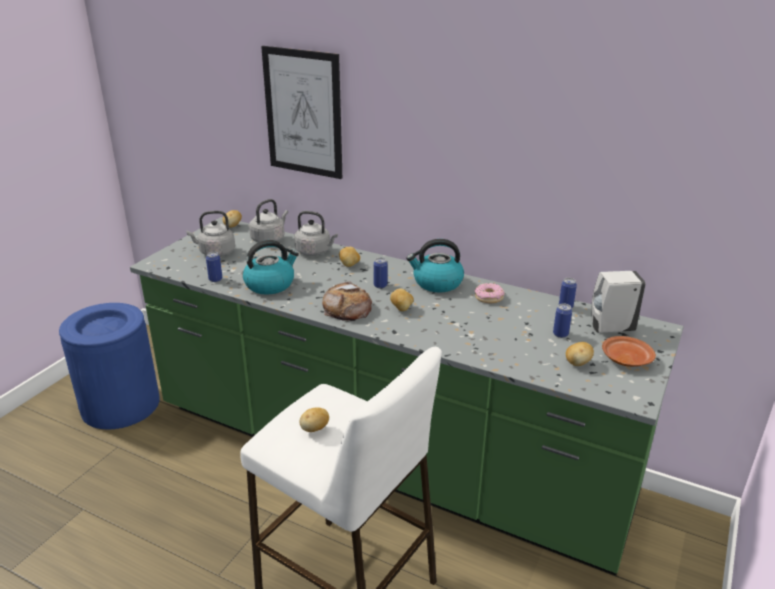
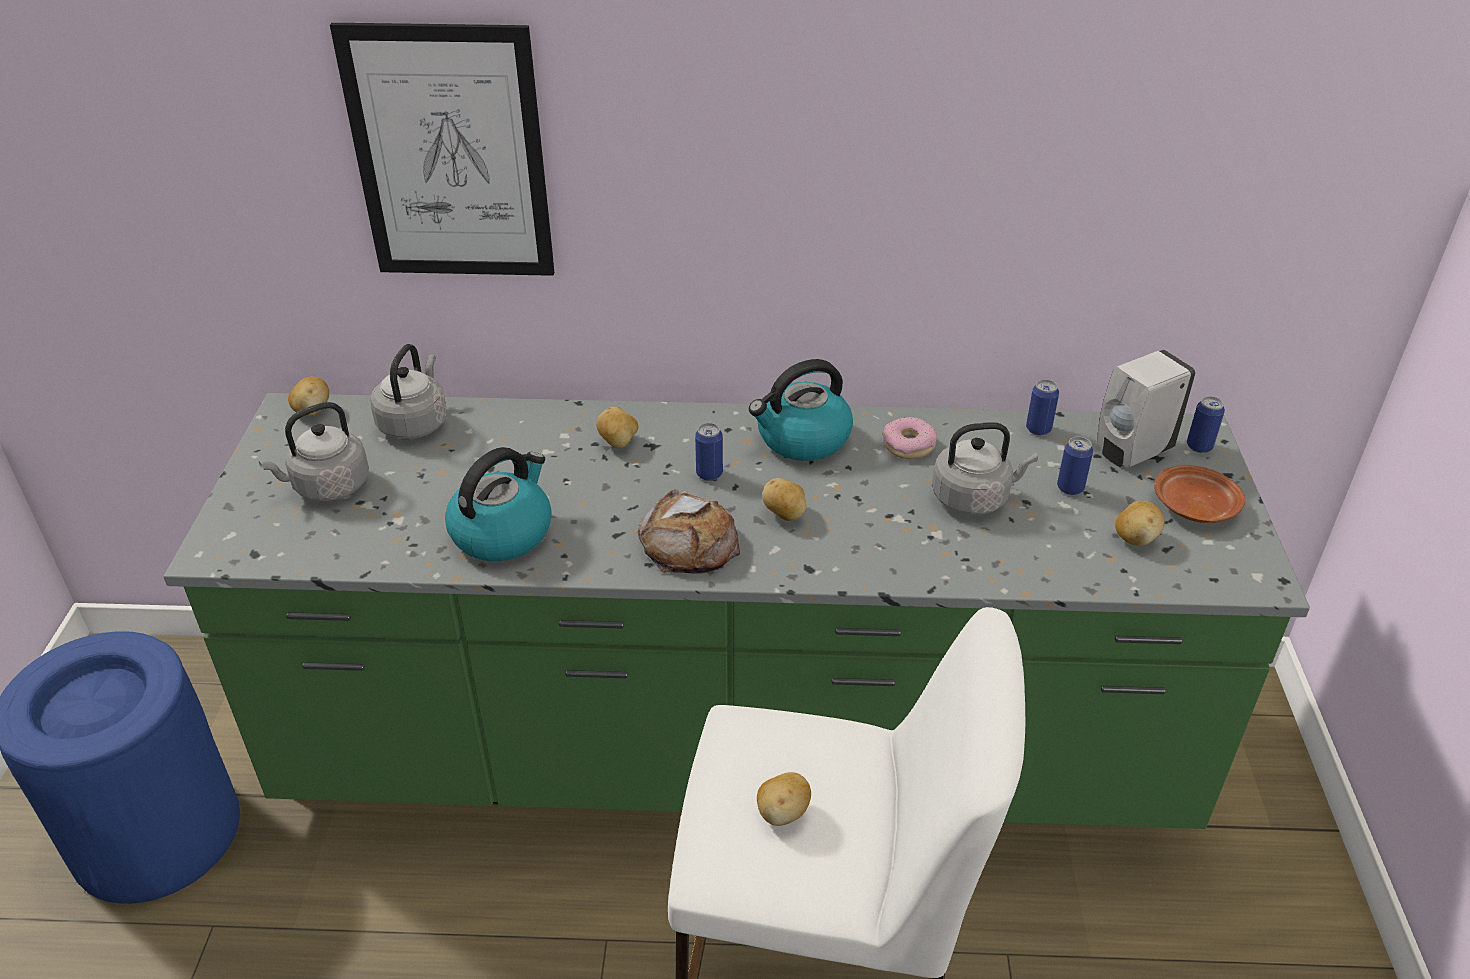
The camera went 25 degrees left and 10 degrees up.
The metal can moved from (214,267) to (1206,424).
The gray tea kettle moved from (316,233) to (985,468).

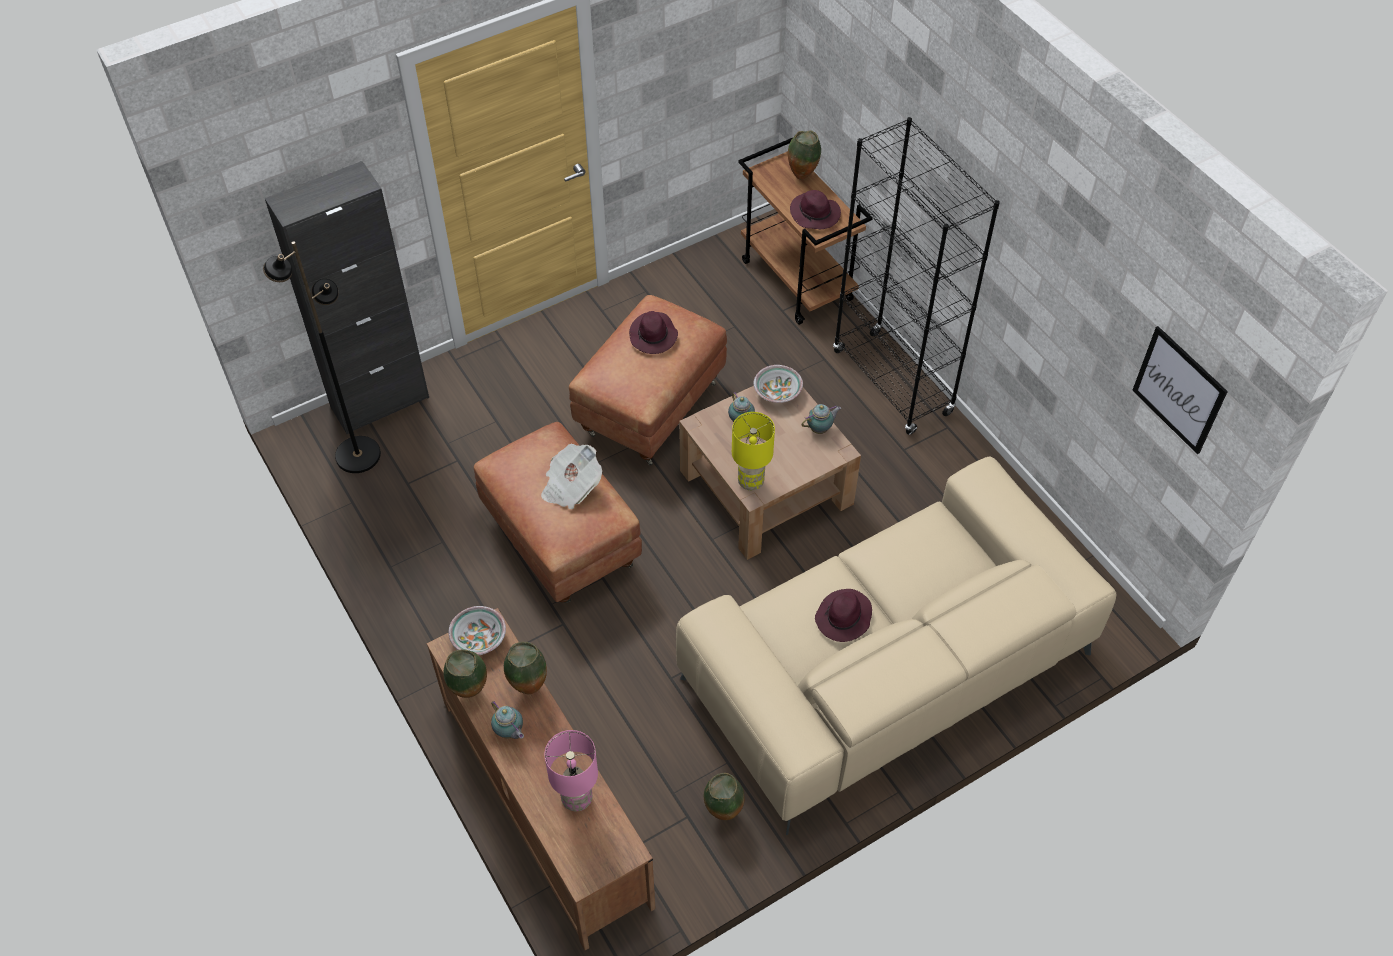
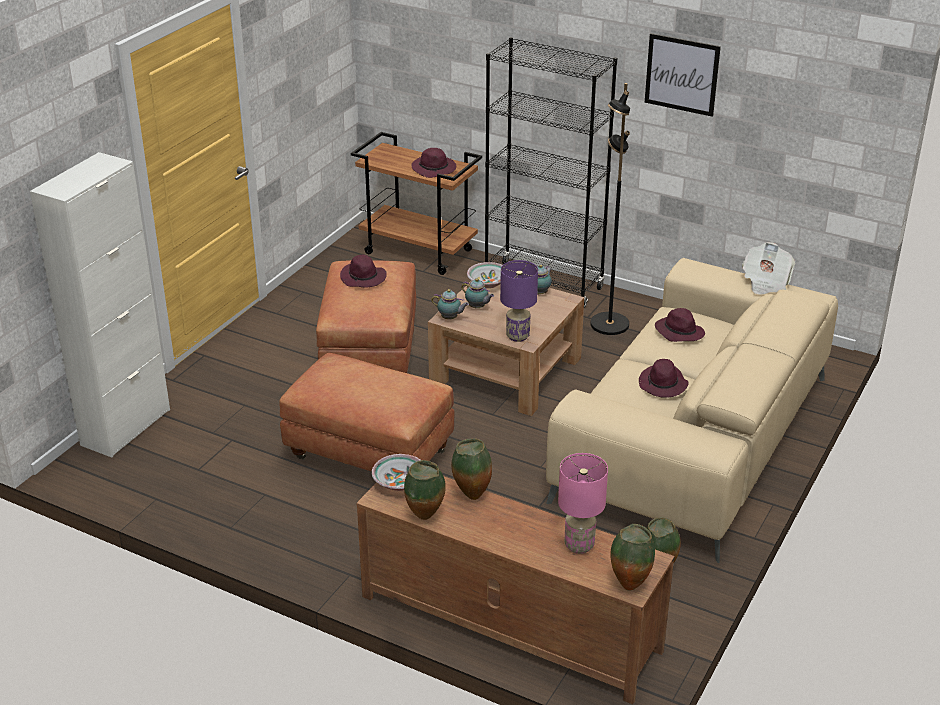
The camera went 30 degrees left and 20 degrees down.
The purplish hat at (680,325) appeared.
The black-coloured standing lamp moved from (322,357) to (610,209).
The teapot moved from (507,720) to (450,304).
The newspaper moved from (571,476) to (768,268).
The vase moved from (804,155) to (632,557).
The wall art moved from (1180,390) to (683,75).
The black-coloured cupboard at (347,297) became the whitish cupboard at (100,305).
The yellowish tabletop lamp at (753,451) became the purplish tabletop lamp at (519,301).

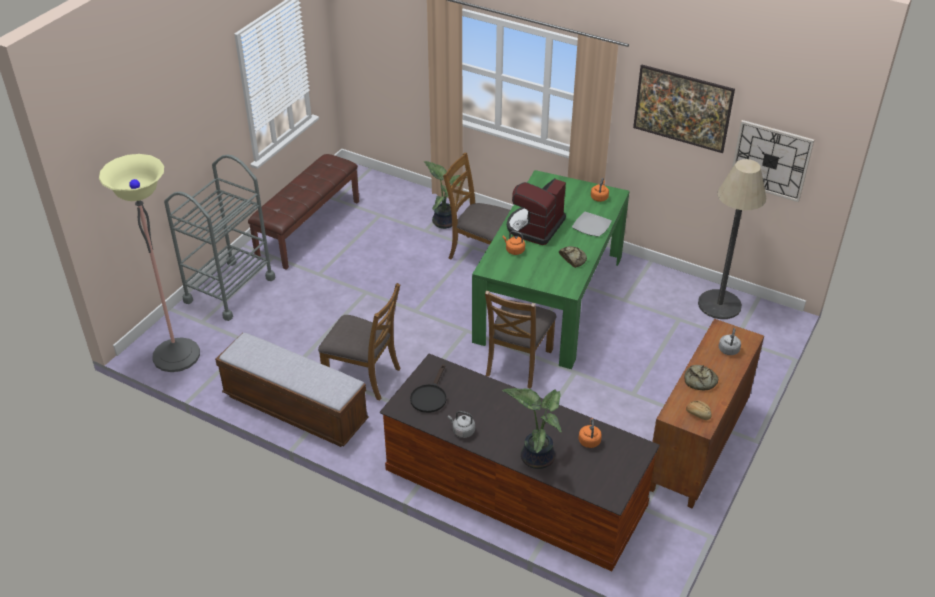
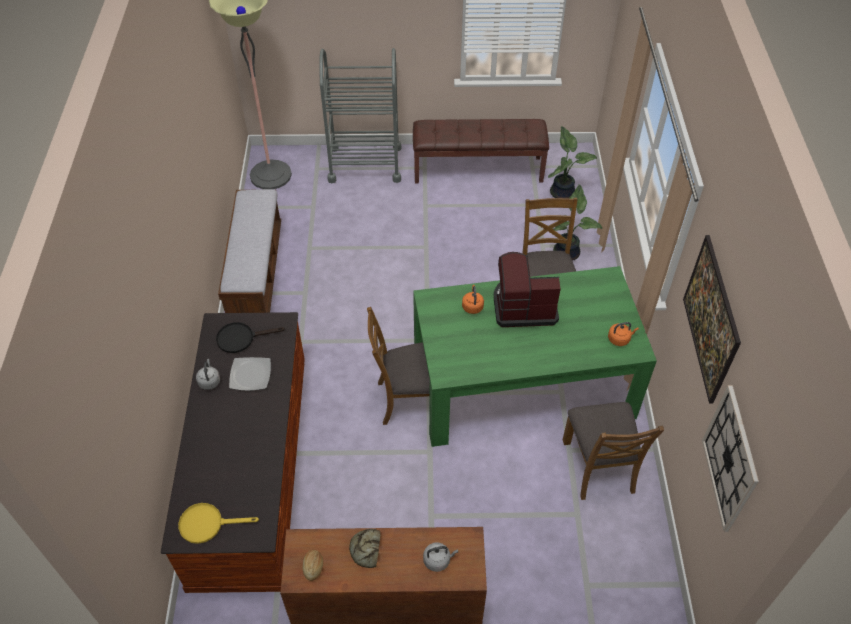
The camera went 60 degrees right and 10 degrees up.
The baked bread at (573,257) disappeared.
The orange tea kettle at (590,433) disappeared.
The standing lamp at (732,239) disappeared.
The yellowish skillet at (218,523) appeared.
The brownish chair moved from (359,341) to (613,451).
The houseplant moved from (532,428) to (572,162).
The plate moved from (592,224) to (250,374).

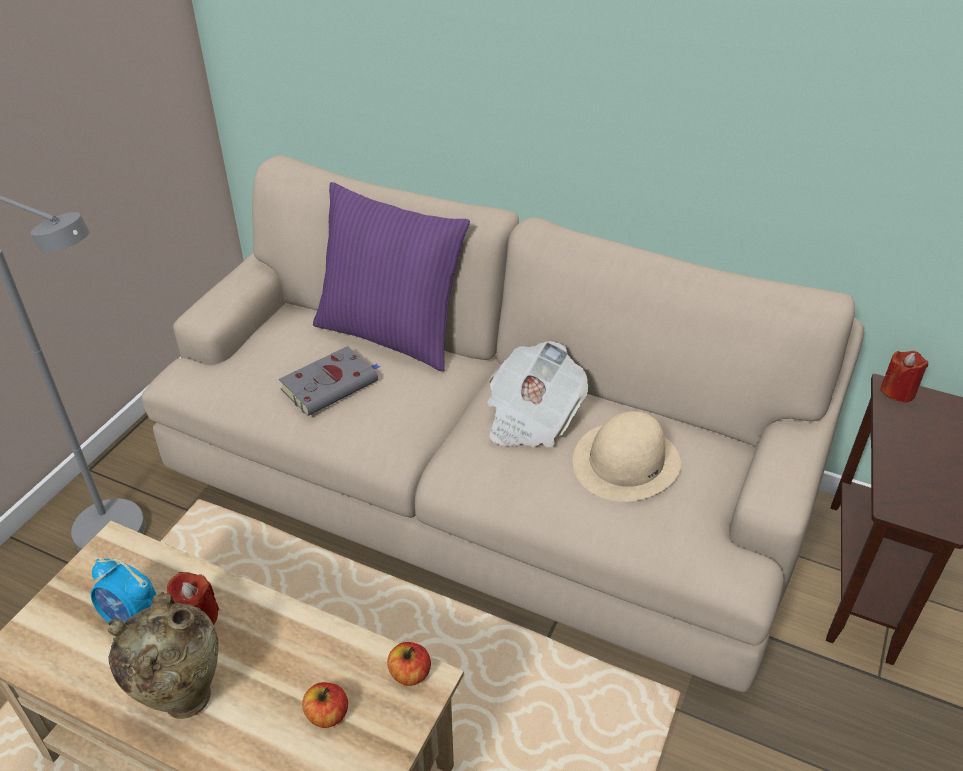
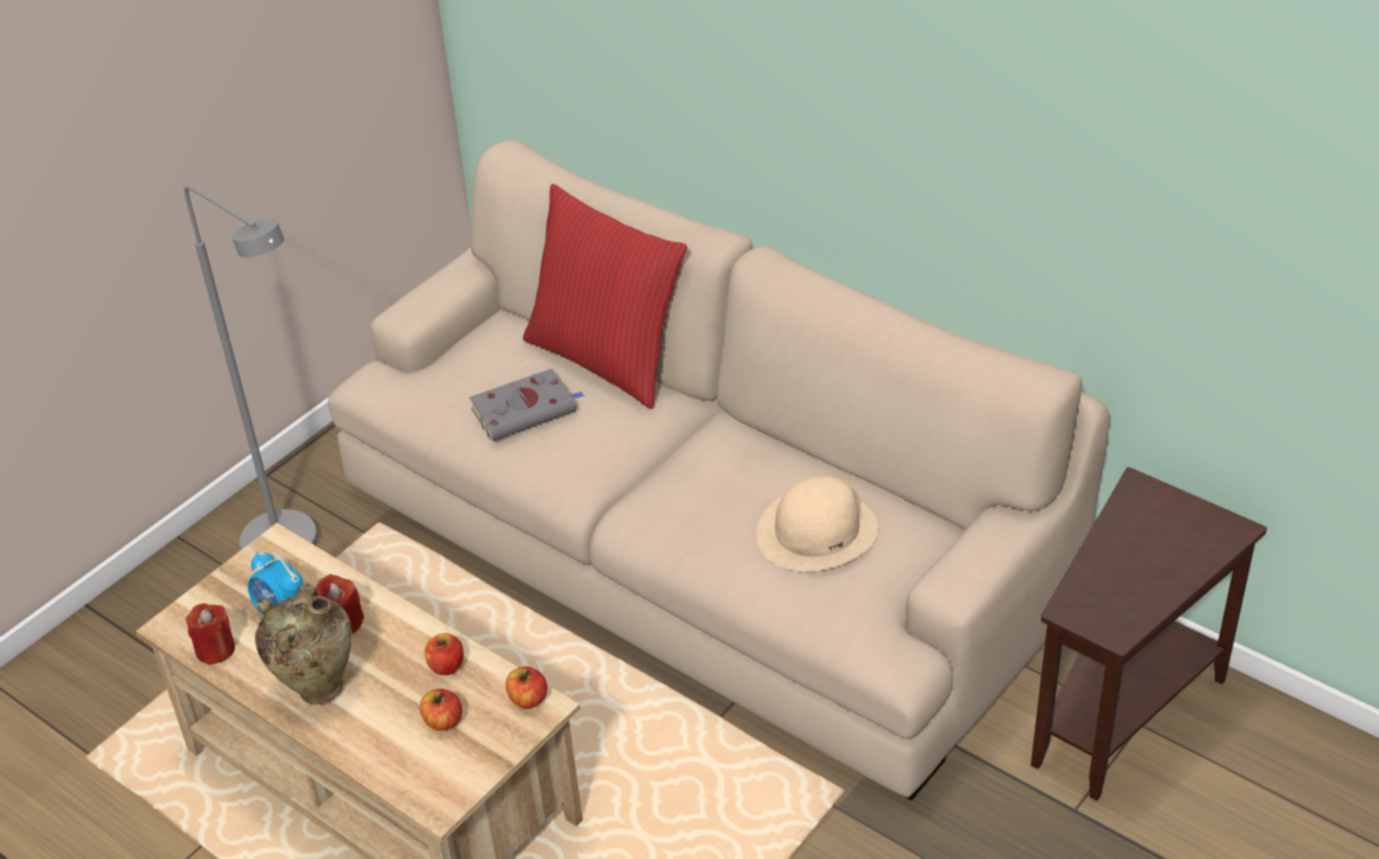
The camera went 15 degrees right and 0 degrees up.
The newspaper at (537,394) disappeared.
The apple at (444,654) appeared.
The red candle moved from (904,377) to (210,634).
The purplish cushion at (391,277) became the red cushion at (605,296).

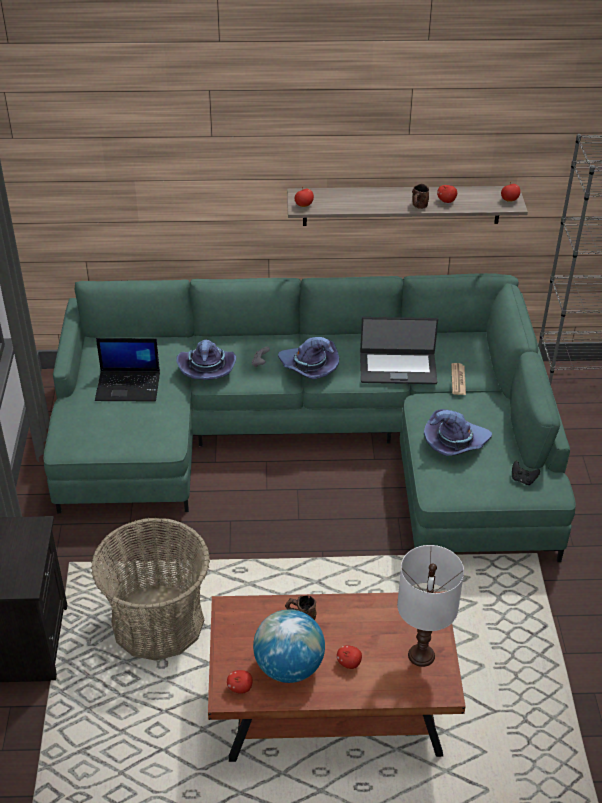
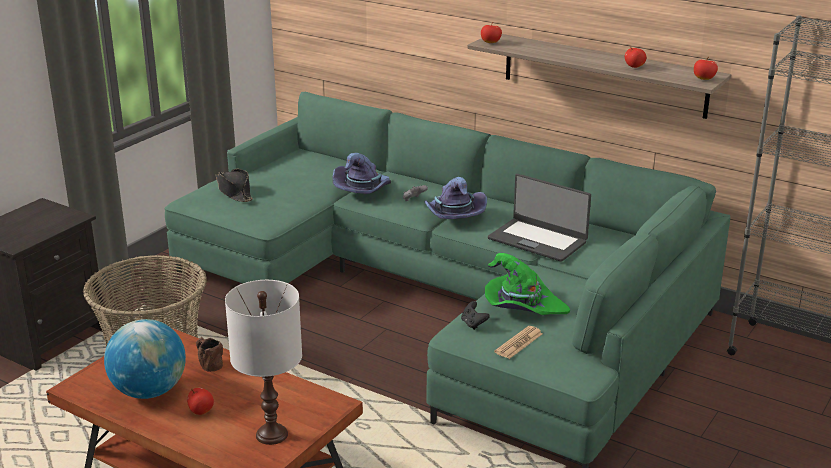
The camera went 35 degrees right and 15 degrees down.
The portable computer at (127,370) disappeared.
The apple at (240,682) disappeared.
The brownish mug at (420,196) disappeared.
The black-coloured hat at (234,185) appeared.
The newspaper moved from (458,379) to (518,342).
The black-coloured joypad moved from (526,473) to (475,315).
The purplish hat at (458,432) became the green-coloured hat at (527,284).

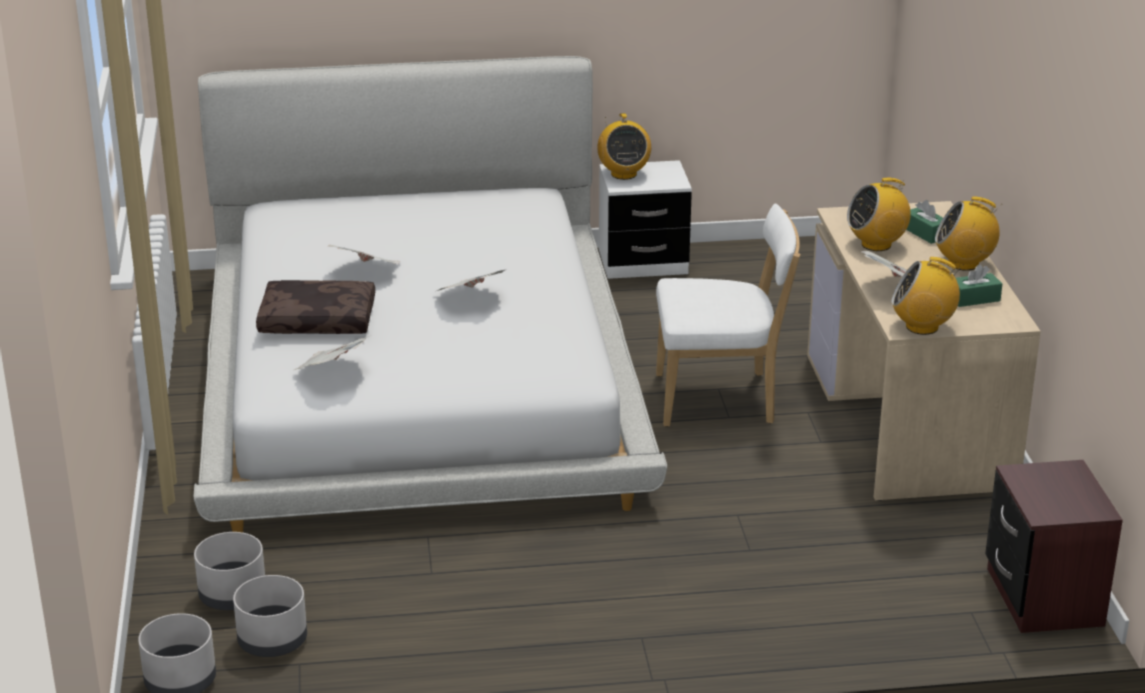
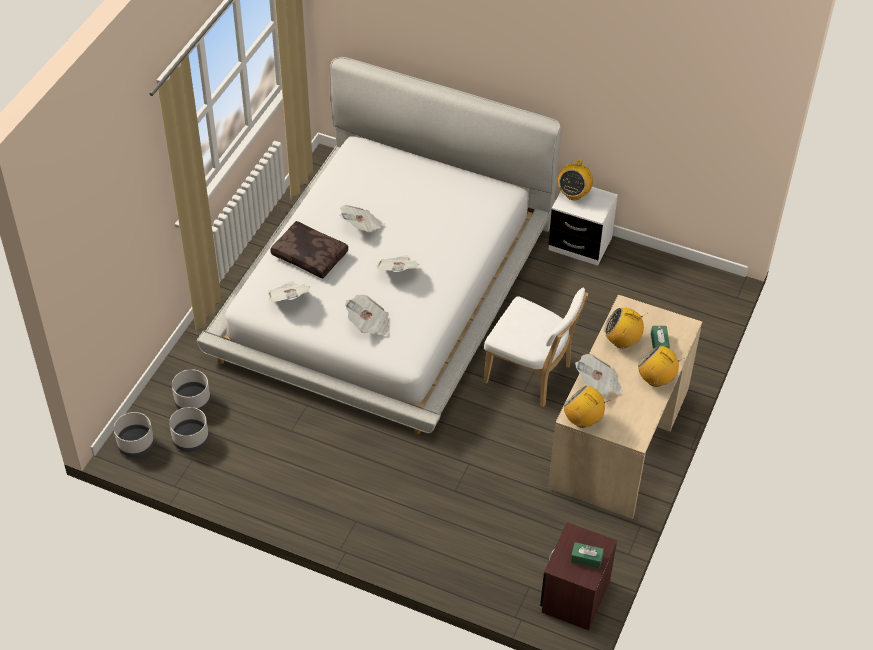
The camera went 30 degrees right and 20 degrees up.
The newspaper at (367,315) appeared.
The green-coloured tissue box moved from (979,285) to (587,555).

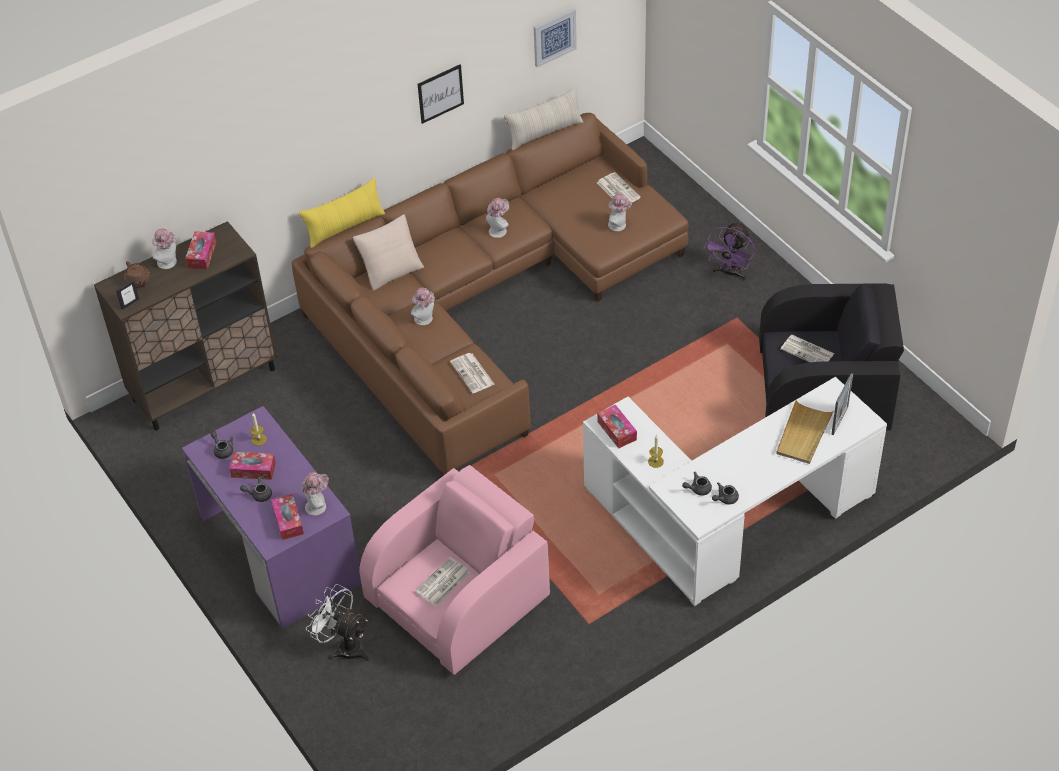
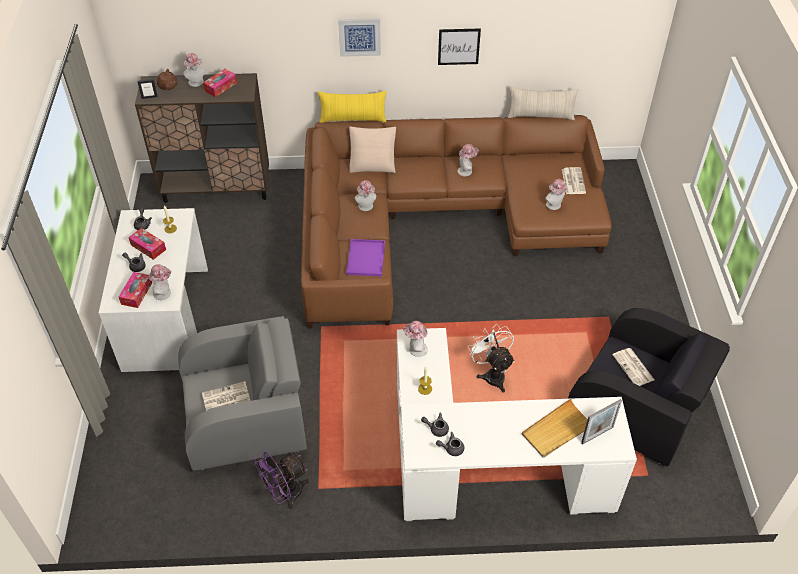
The camera went 30 degrees right and 0 degrees up.
The whitish fan moved from (338,622) to (491,358).
The wall art moved from (555,38) to (359,37).
The purplish fan moved from (729,251) to (281,480).
The newspaper at (472,373) was replaced by the purplish carrying tray at (365,258).
The tissue box at (617,427) was replaced by the hat at (415,339).
The purplish desk at (271,517) became the whitish desk at (153,290).
The pink-coloured easy chair at (454,570) became the gray easy chair at (242,393).

